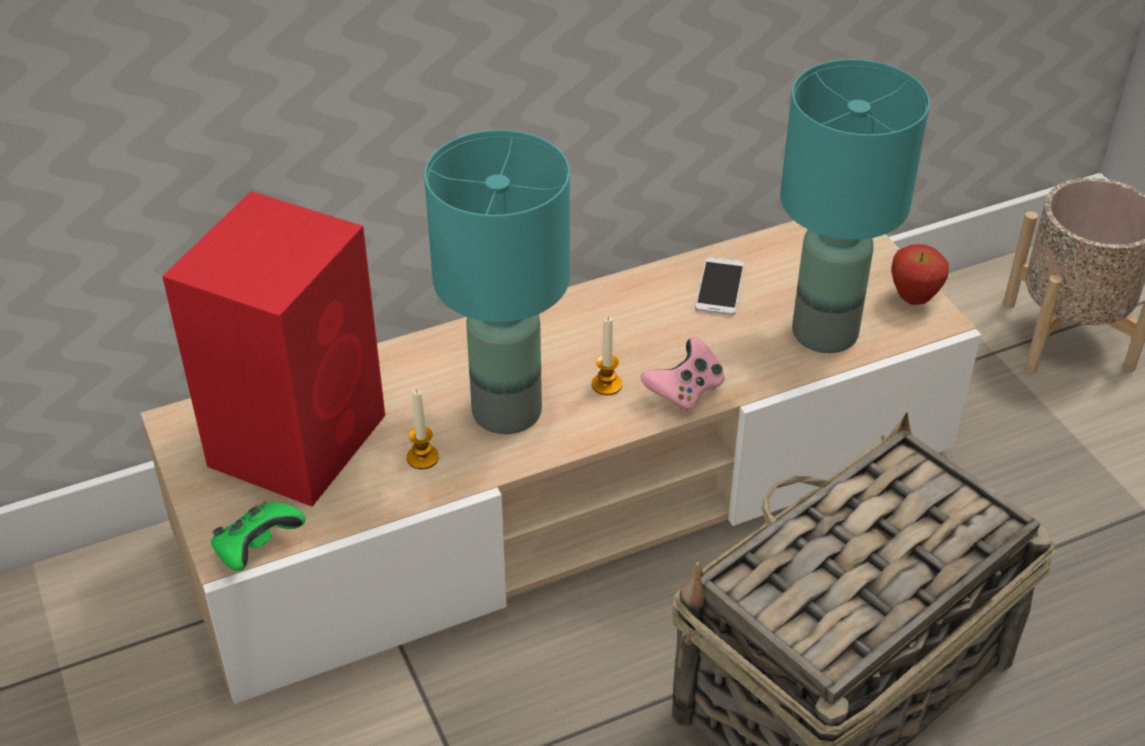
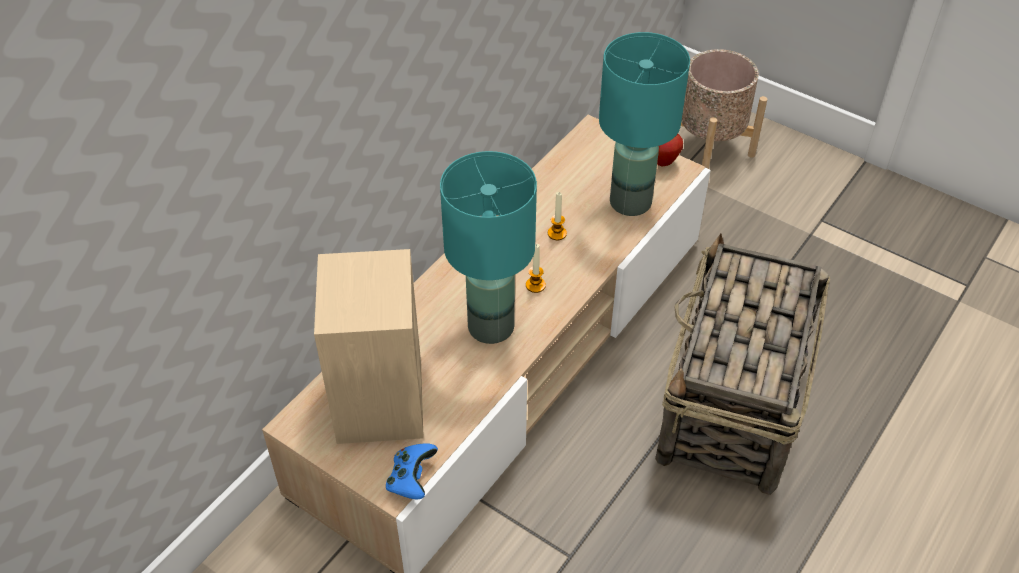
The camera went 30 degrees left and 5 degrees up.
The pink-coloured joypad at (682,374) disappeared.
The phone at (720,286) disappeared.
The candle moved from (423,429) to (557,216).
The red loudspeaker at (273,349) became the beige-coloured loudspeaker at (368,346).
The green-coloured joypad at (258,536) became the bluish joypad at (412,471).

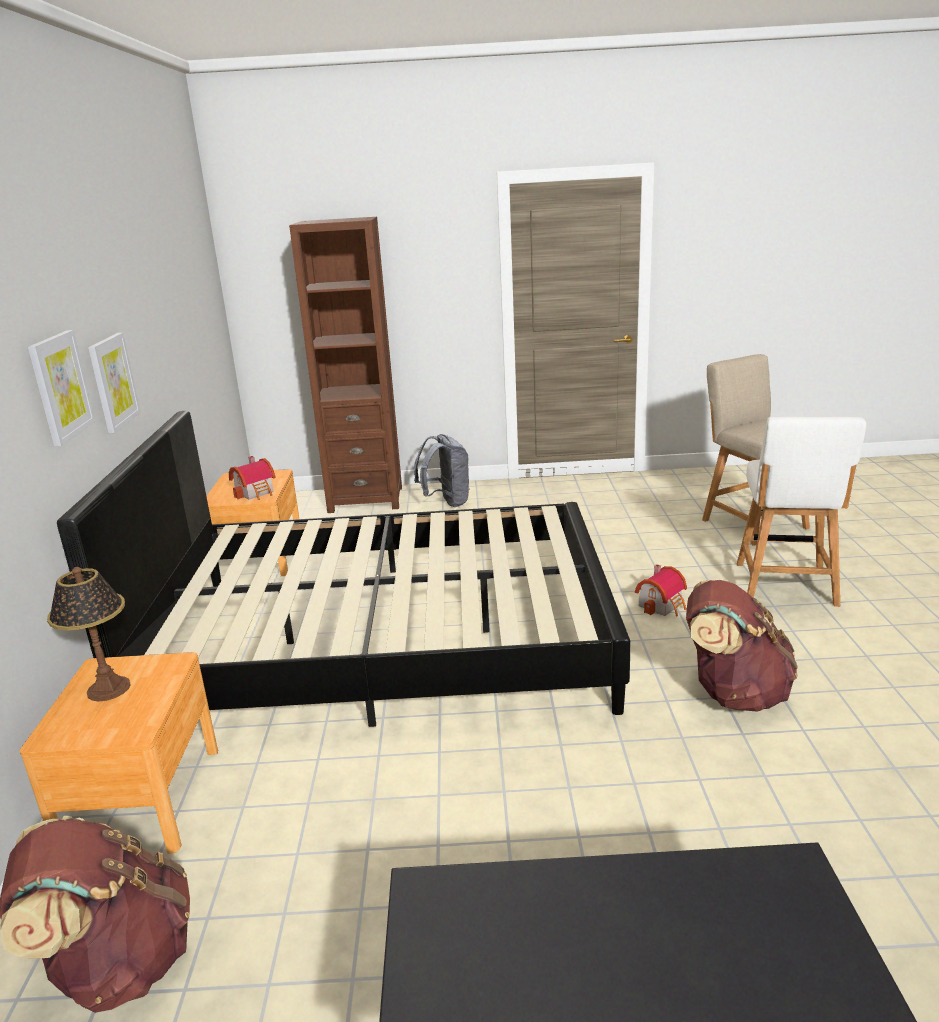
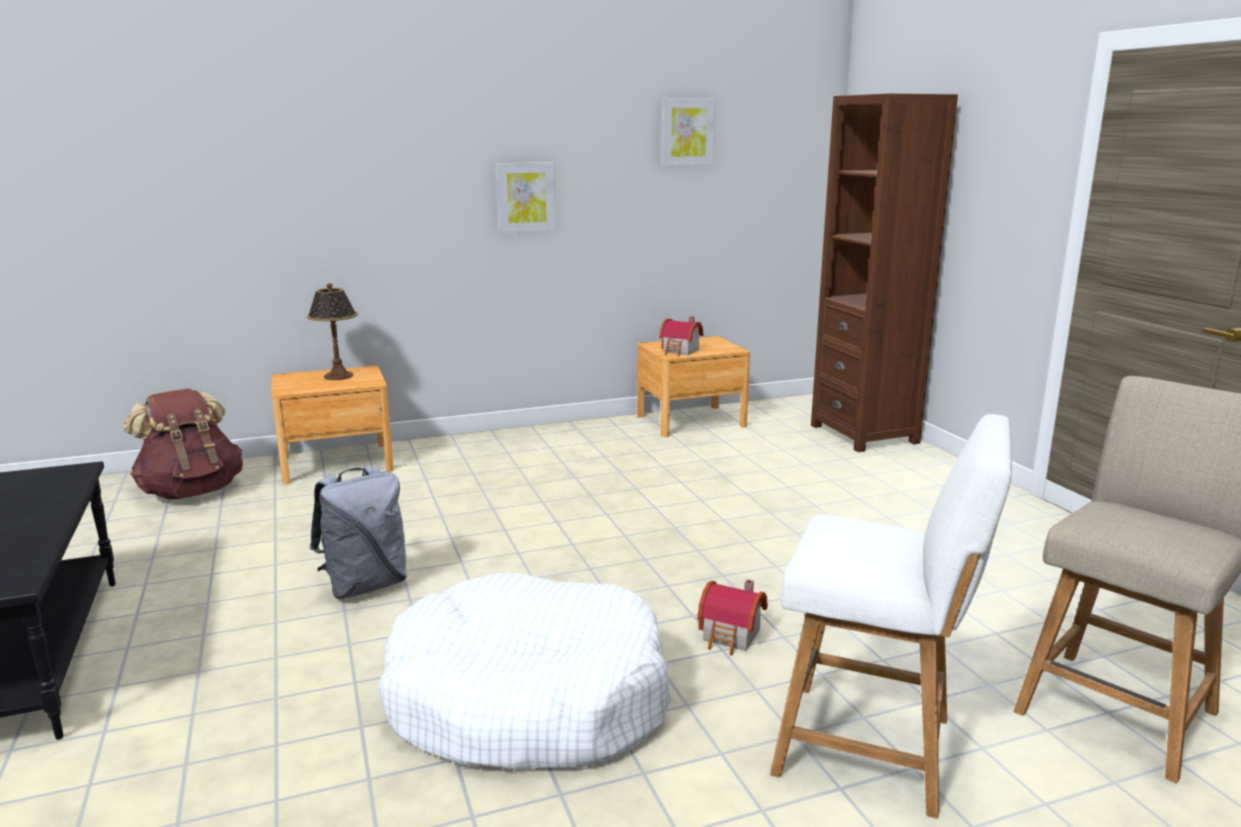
The camera went 70 degrees right and 5 degrees down.
The black-coloured sleeping bed at (344,569) disappeared.
The wall art moved from (61,388) to (688,132).
The gray backpack moved from (441,470) to (358,532).
The brownish backpack at (742,646) was replaced by the whitish dog bed at (524,671).
The whitish chair at (801,512) turned 150 degrees counterclockwise.

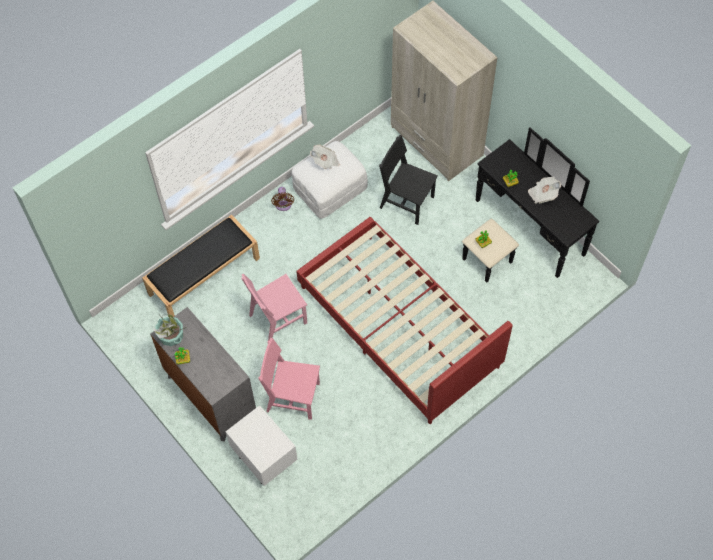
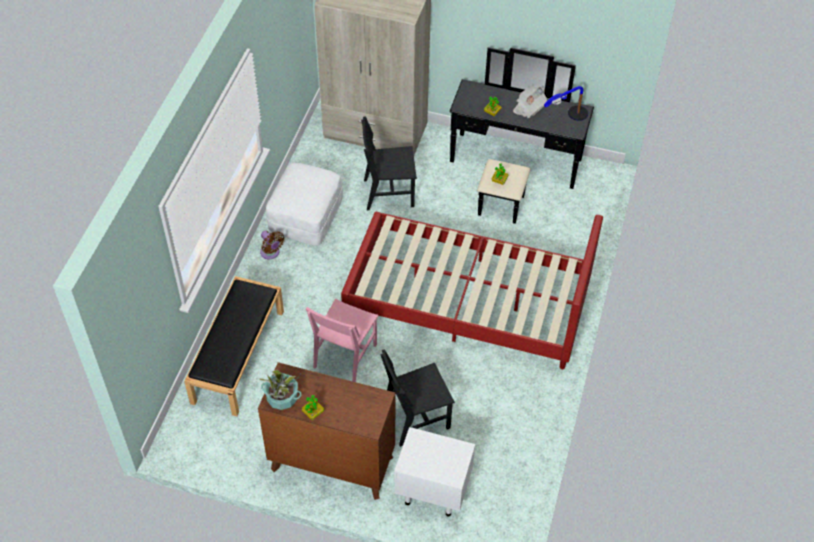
The camera went 35 degrees left and 10 degrees down.
The newspaper at (325,157) disappeared.
The tabletop lamp at (566,103) appeared.
The gray drawer chest at (203,374) became the brownish drawer chest at (326,431).
The pink-coloured chair at (289,379) became the black-coloured chair at (417,398).

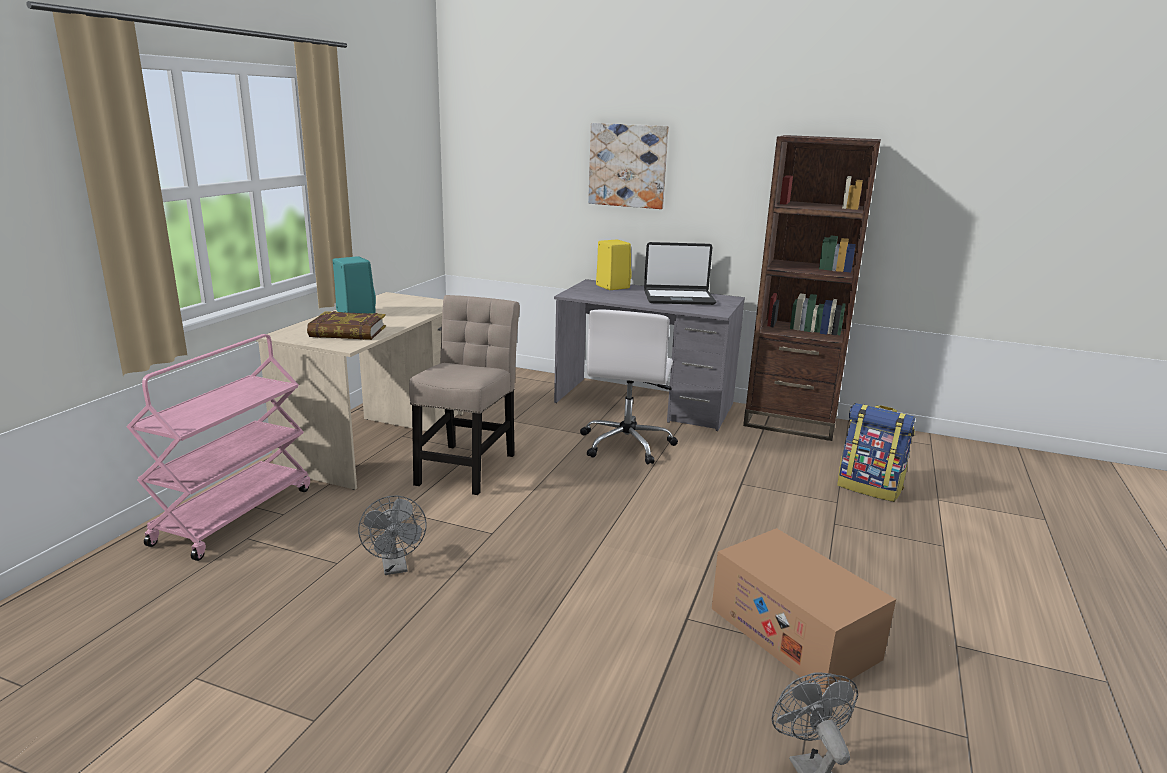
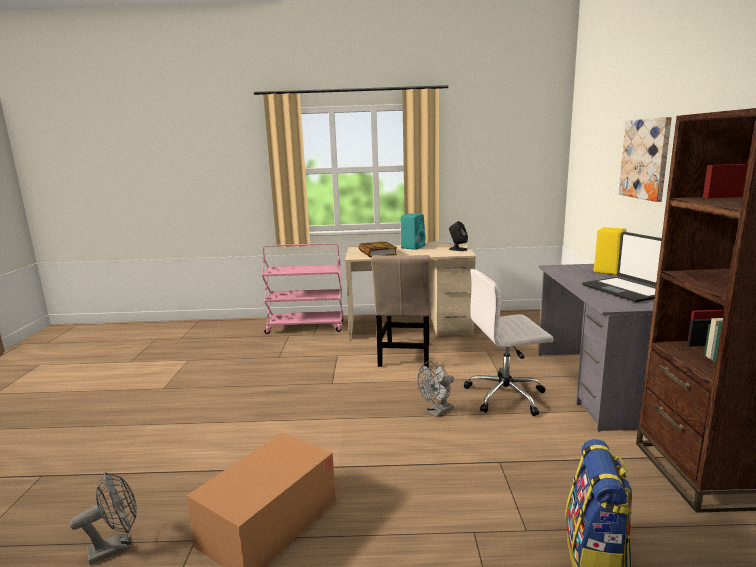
The camera went 70 degrees right and 5 degrees down.
The black-coloured loudspeaker at (458,236) appeared.
The gray fan moved from (392,535) to (436,389).
The beige-coloured chair at (464,395) turned 105 degrees clockwise.

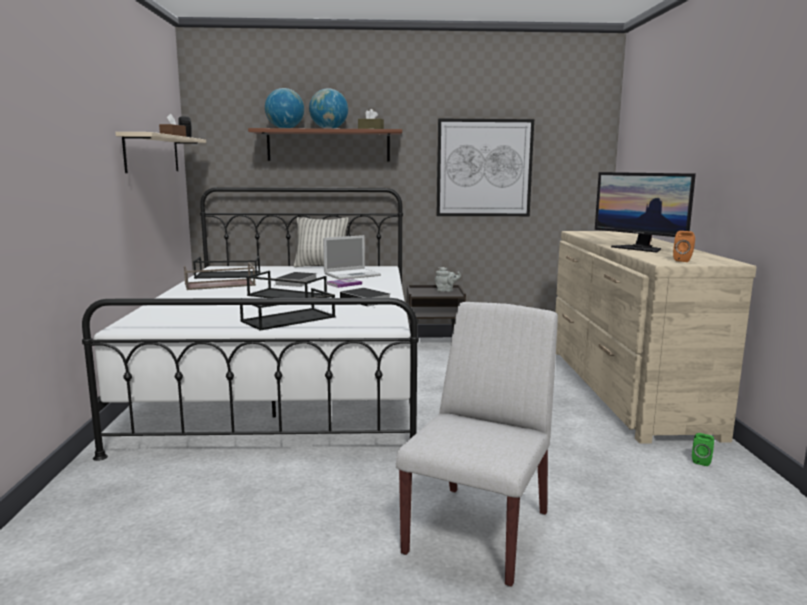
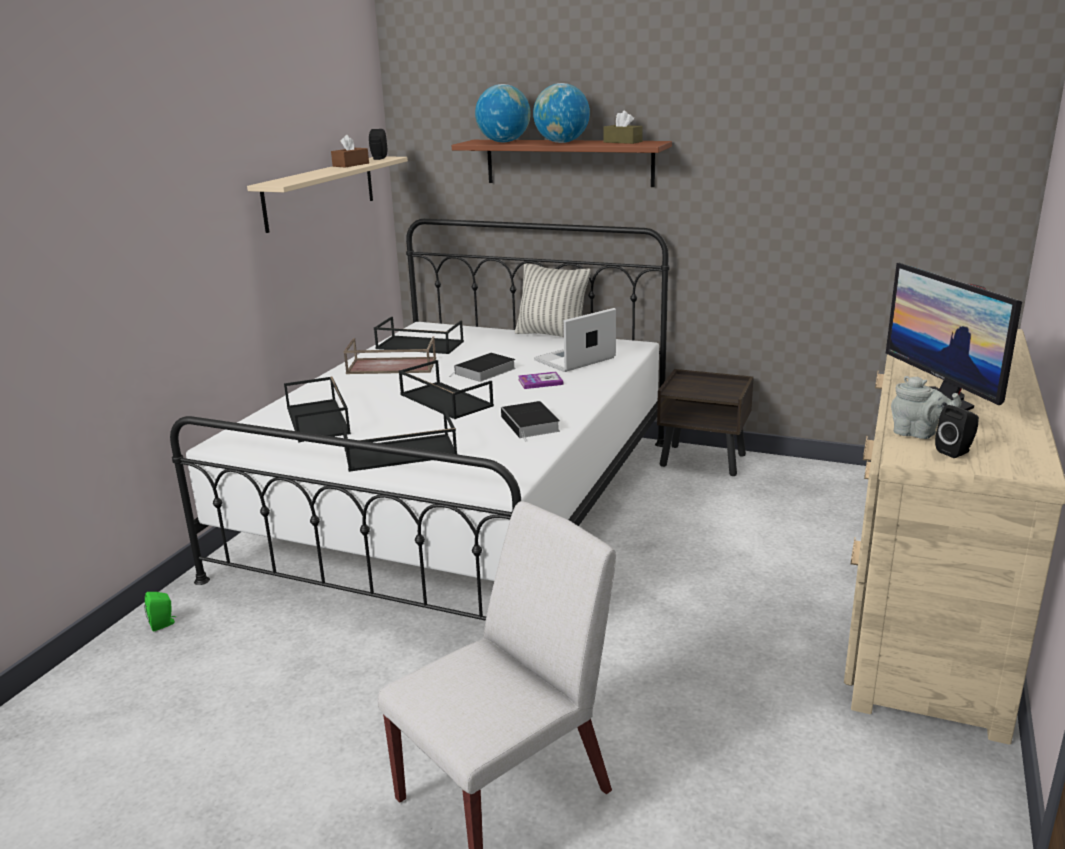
The camera went 25 degrees right and 10 degrees up.
The wall art at (485,167) disappeared.
The black-coloured carrying tray at (317,410) appeared.
The gray teapot moved from (448,279) to (926,407).
The green-coloured loudspeaker moved from (703,449) to (160,611).
The orange loudspeaker at (684,246) became the black-coloured loudspeaker at (957,431).
The portable computer at (352,257) turned 150 degrees clockwise.

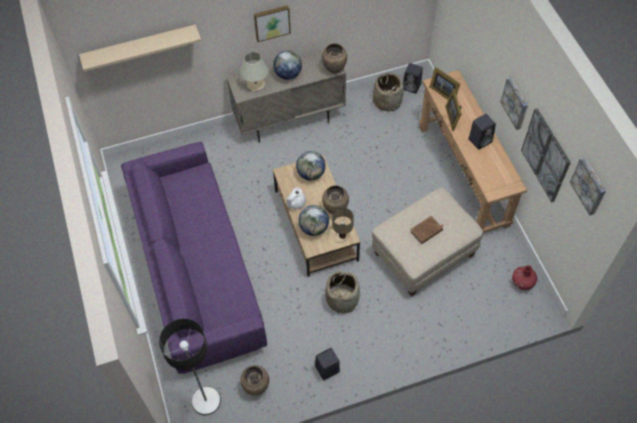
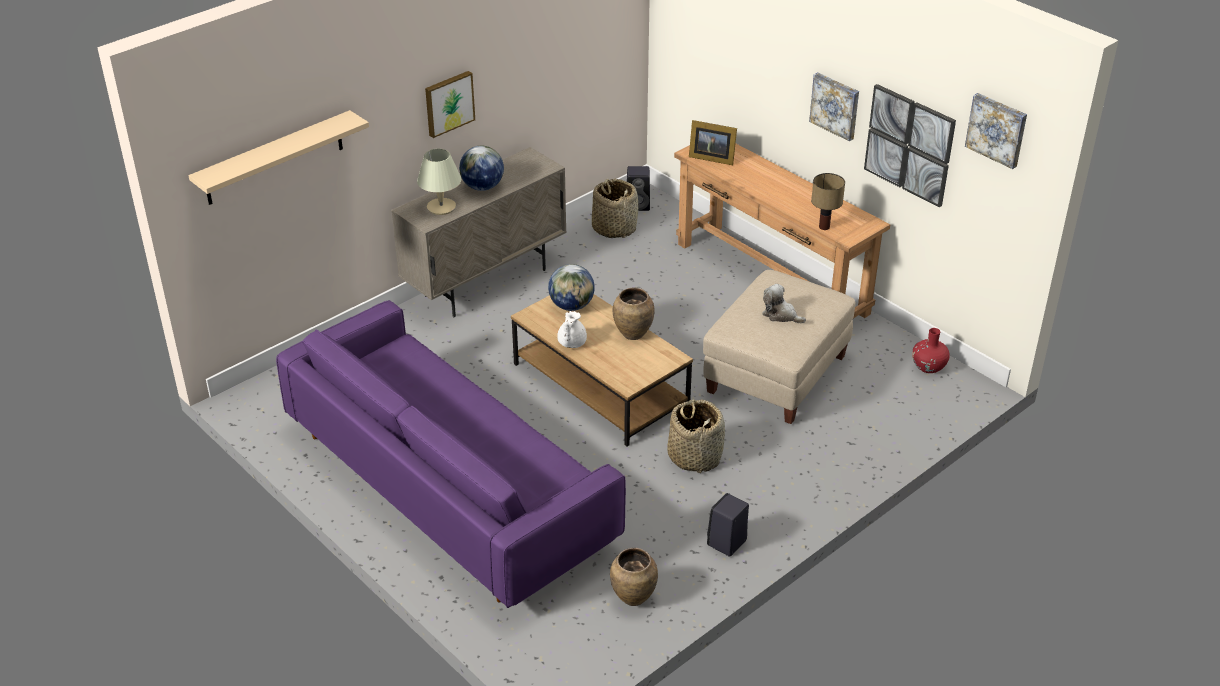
The camera went 25 degrees left and 20 degrees down.
The standing lamp at (190,367) disappeared.
The desk globe at (313,220) disappeared.
The brownish vase at (334,58) disappeared.
The photo frame at (453,110) disappeared.
The black-coloured loudspeaker at (482,132) disappeared.
The tabletop lamp moved from (343,223) to (828,201).
The brownish volume at (426,230) was replaced by the plush toy at (784,303).

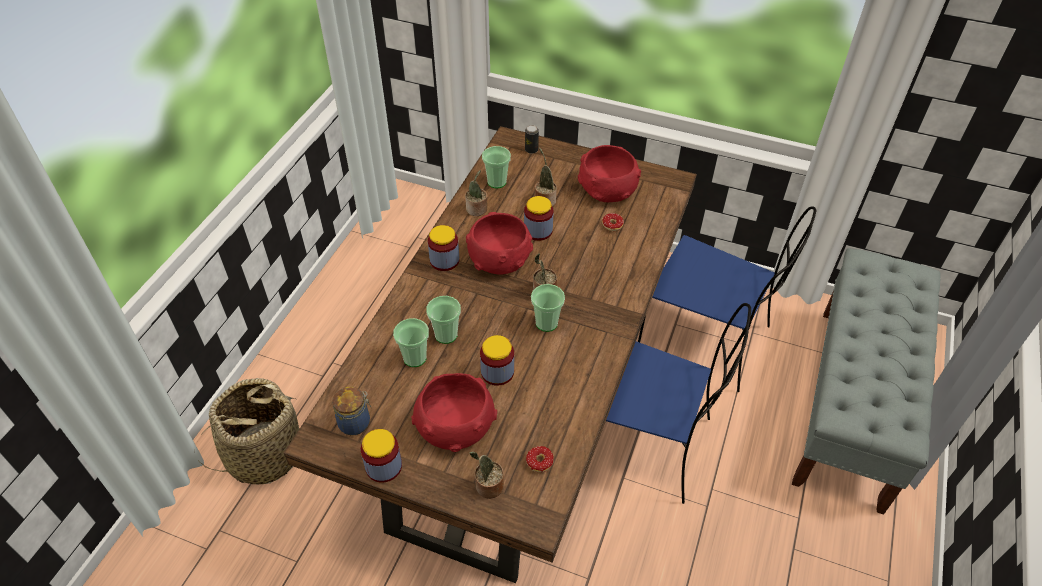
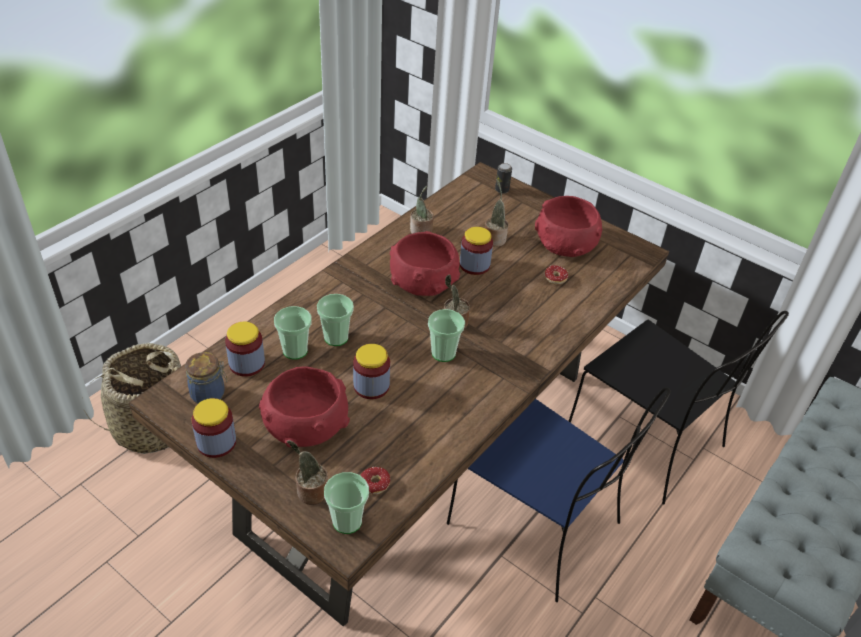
The camera went 15 degrees right and 5 degrees down.
The storage jar moved from (443,248) to (245,349).
The cup moved from (496,167) to (346,503).
The bluish chair at (727,299) became the black-coloured chair at (679,407).

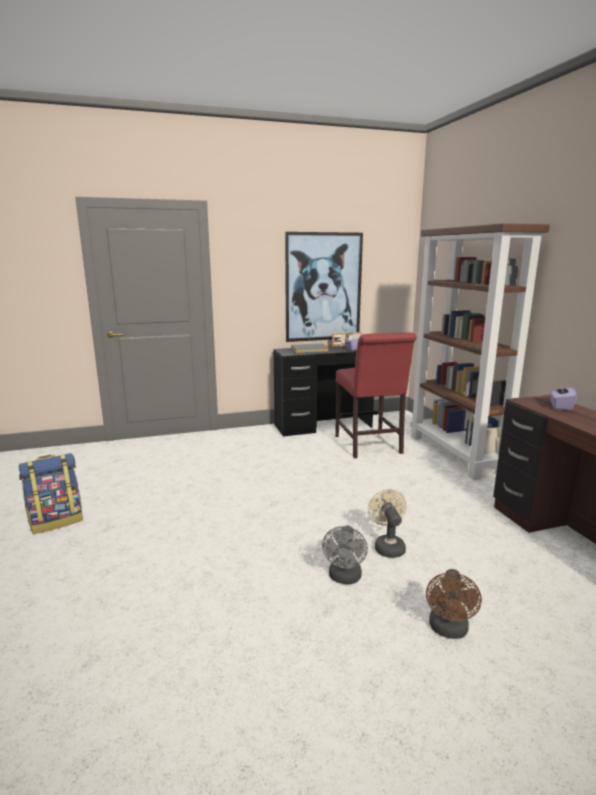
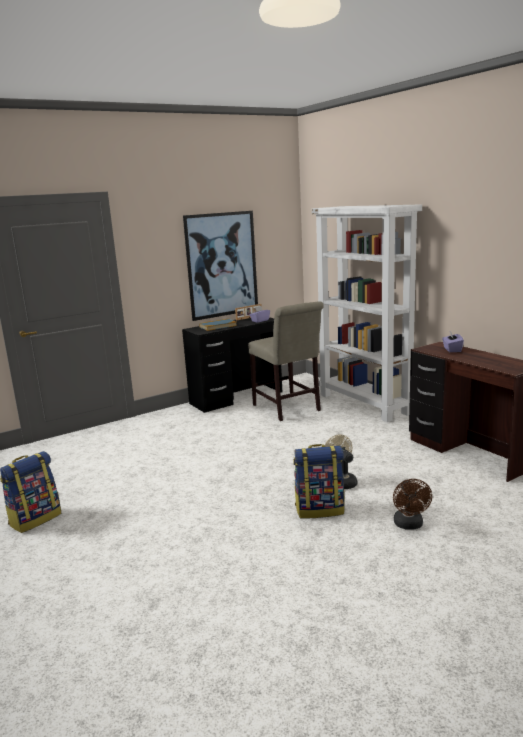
The camera went 15 degrees left and 0 degrees up.
The gray fan at (345,554) was replaced by the backpack at (319,481).
The red chair at (375,395) became the beige-coloured chair at (286,361).
The brownish bookshelf at (480,351) became the whitish bookshelf at (367,313).

